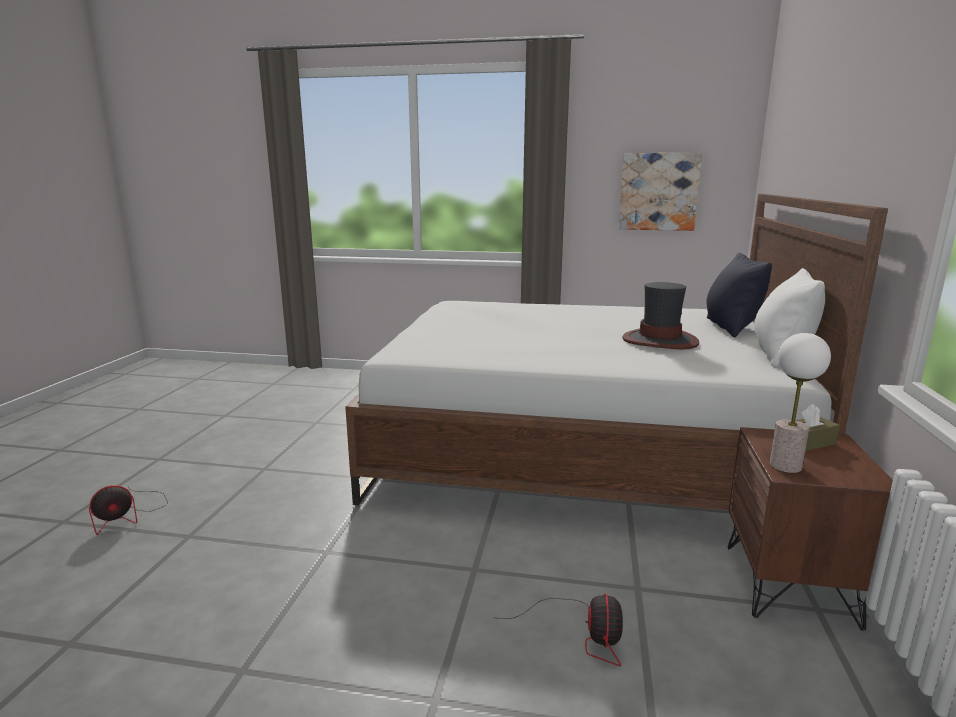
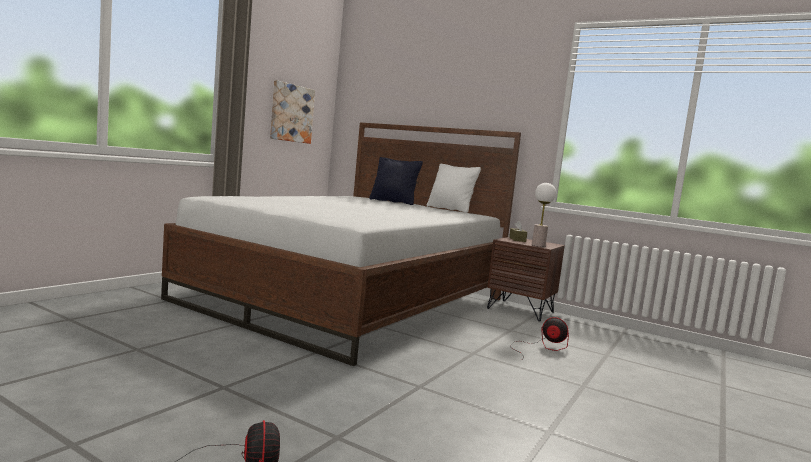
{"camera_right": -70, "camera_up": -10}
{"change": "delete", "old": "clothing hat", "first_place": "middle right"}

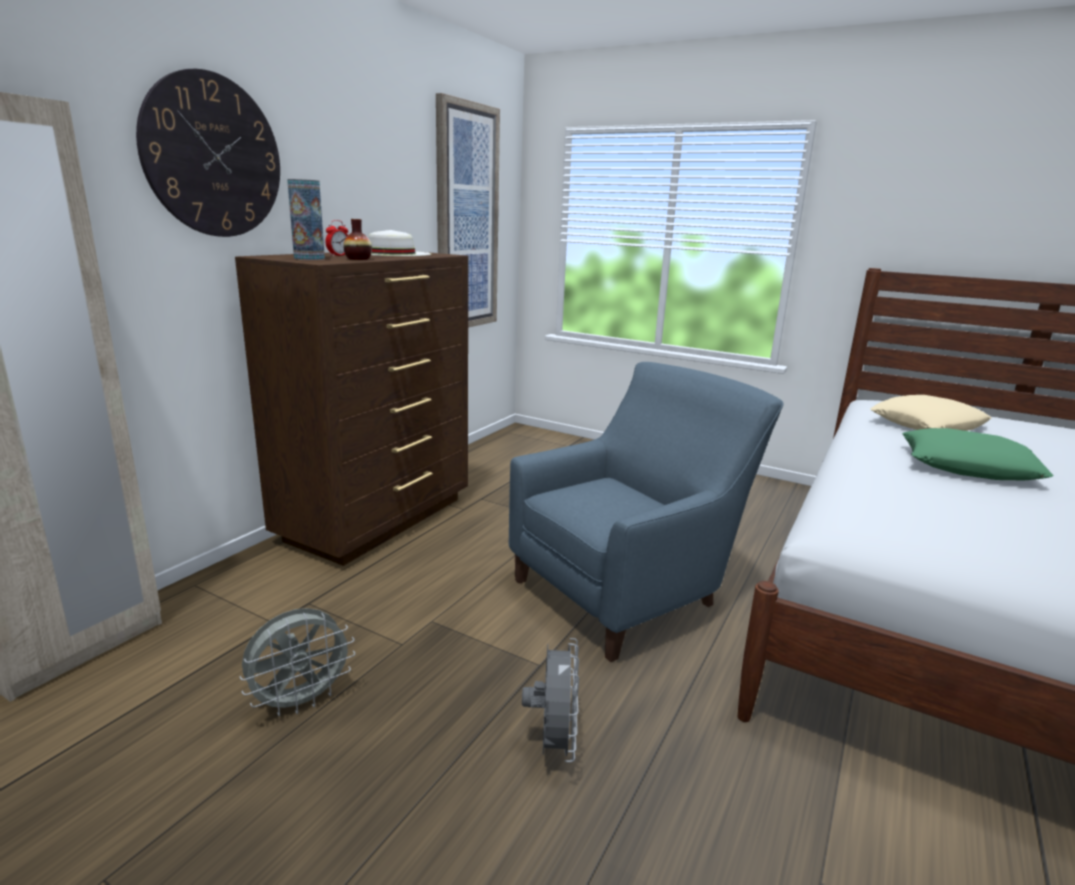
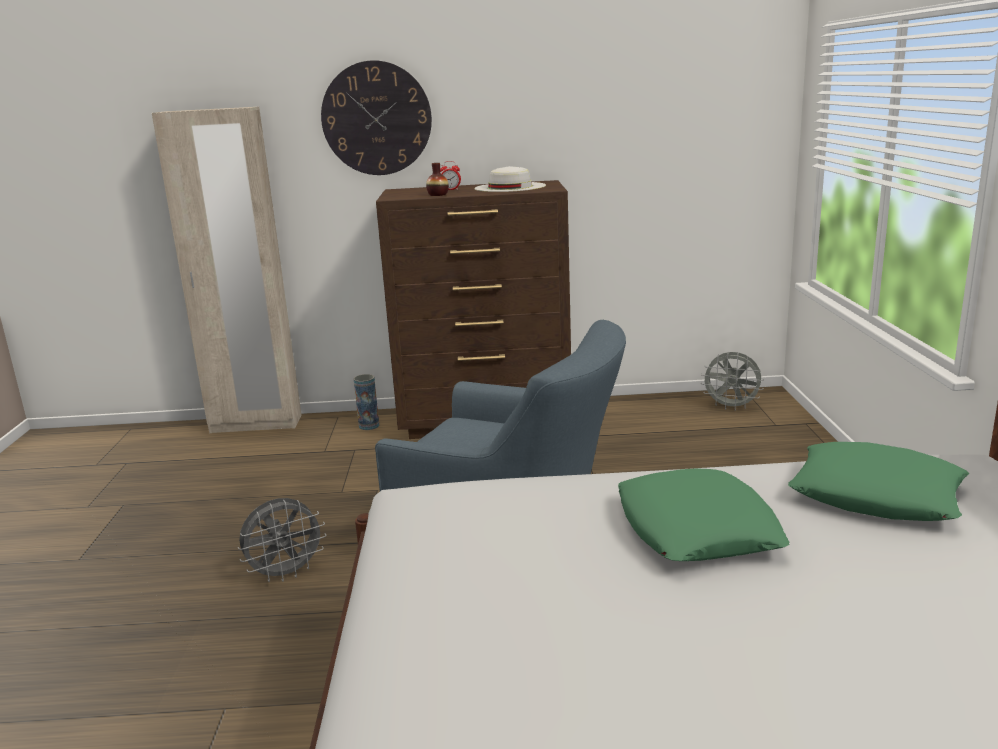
{"camera_right": 60, "camera_up": 0}
{"change": "move", "old": "vase (1st from left)", "first_place": "top left", "second_place": "centre"}
{"change": "move", "old": "greyish fan (1st from left in the first image)", "new": "greyish fan (2nd from left)", "first_place": "bottom left", "second_place": "middle right"}
{"change": "recolor", "old": "beige-coloured pillow", "new": "green-coloured pillow (2nd from left)", "first_place": "middle right", "second_place": "middle right"}
{"change": "delete", "old": "picture", "first_place": "top centre"}

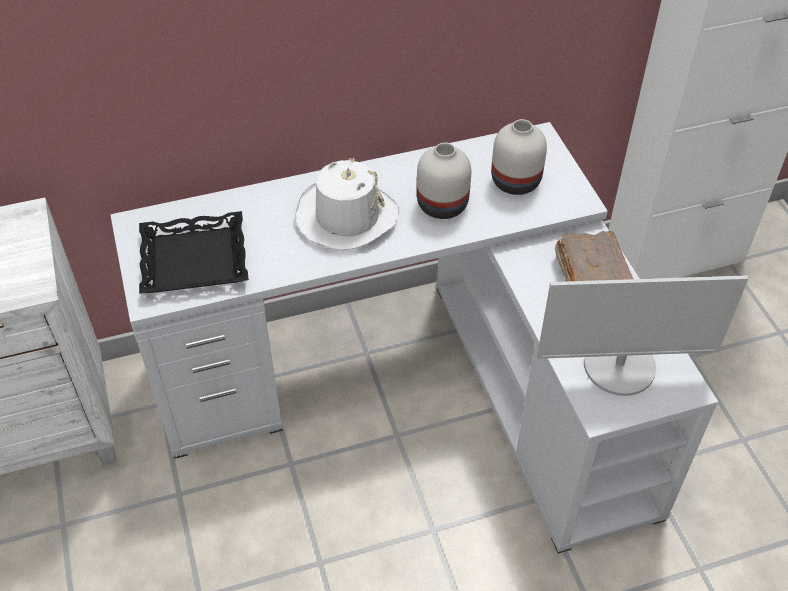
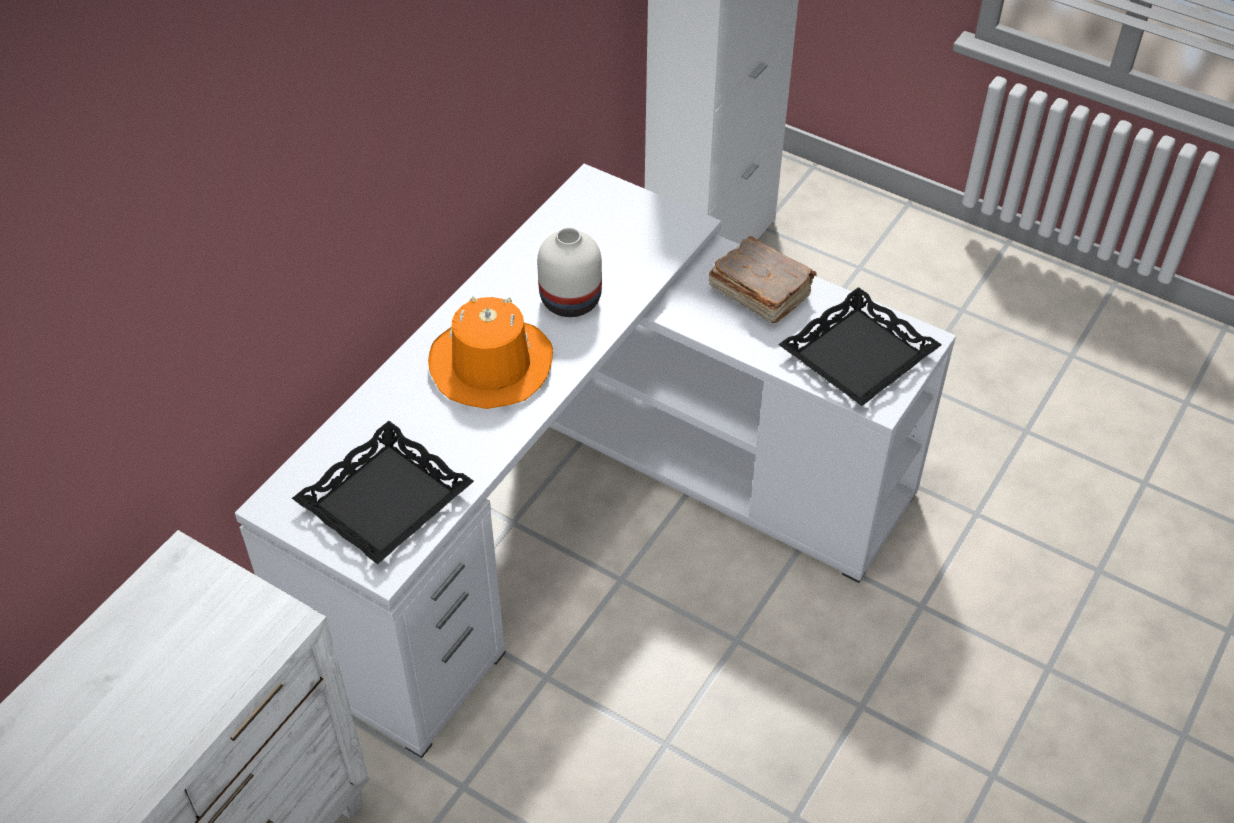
{"camera_right": -40, "camera_up": 0}
{"change": "recolor", "old": "whitish clothing hat", "new": "orange clothing hat", "first_place": "centre", "second_place": "centre"}
{"change": "replace", "old": "monitor", "new": "black carrying tray (2nd from left)", "first_place": "middle right", "second_place": "middle right"}
{"change": "delete", "old": "whitish vase (2nd from left)", "first_place": "top centre"}

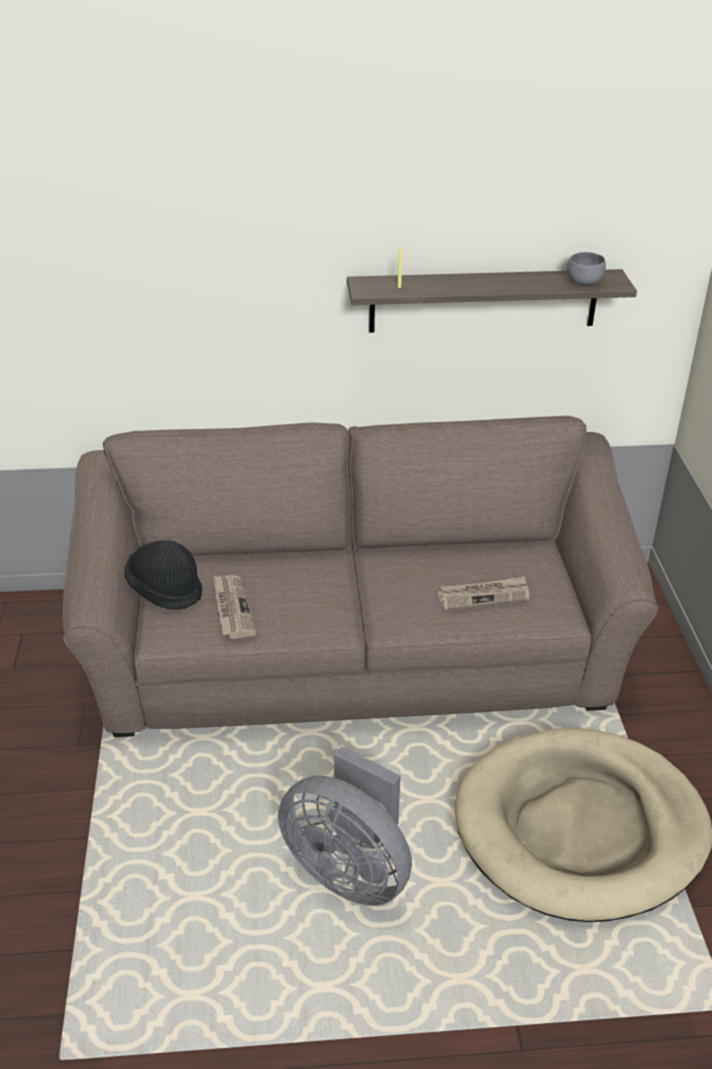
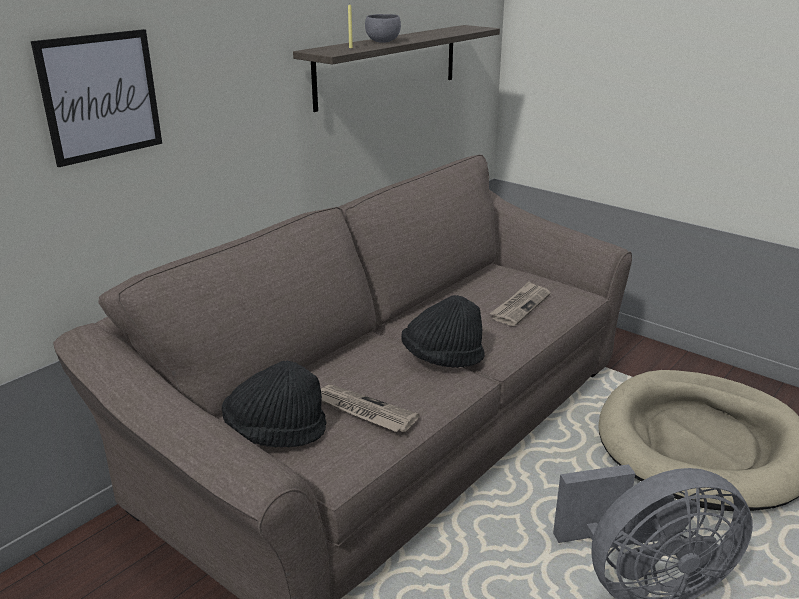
{"camera_right": -45, "camera_up": -10}
{"change": "insert", "new": "picture", "second_place": "top left"}
{"change": "move", "old": "greyish serving bowl", "first_place": "top right", "second_place": "top centre"}
{"change": "insert", "new": "black clothing hat (2nd from left)", "second_place": "centre"}

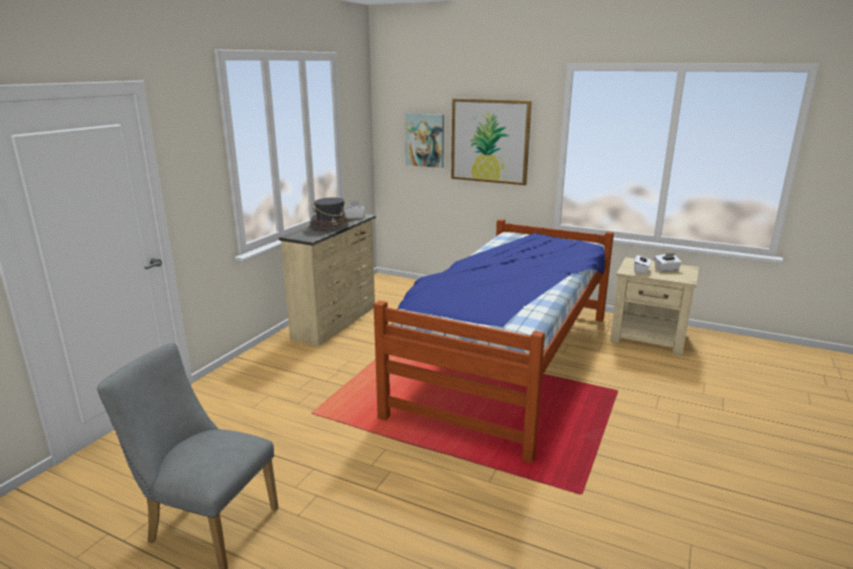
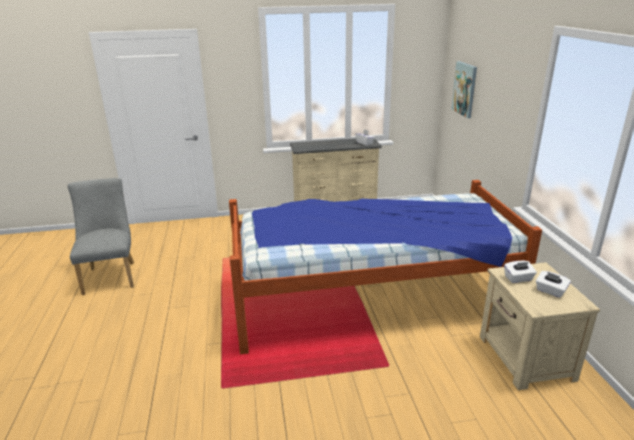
{"camera_right": 55, "camera_up": 5}
{"change": "delete", "old": "greyish clothing hat", "first_place": "centre"}
{"change": "delete", "old": "picture (2nd from left)", "first_place": "top centre"}

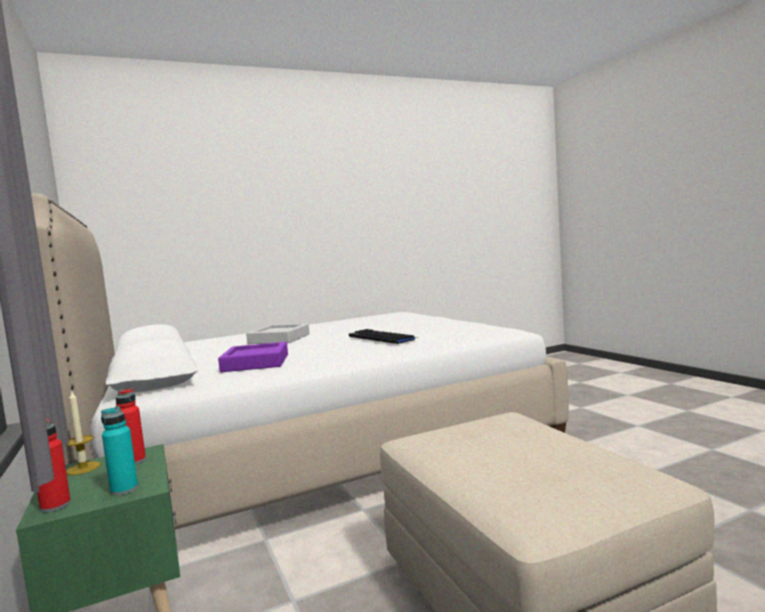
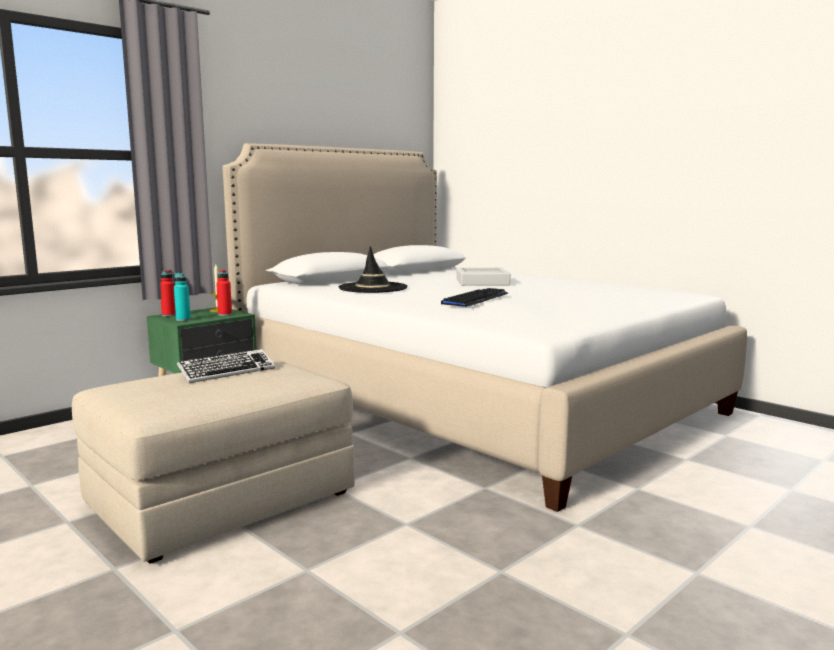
{"camera_right": 70, "camera_up": 5}
{"change": "insert", "new": "computer keyboard (1st from left)", "second_place": "middle left"}
{"change": "replace", "old": "purplish carrying tray", "new": "black clothing hat", "first_place": "middle left", "second_place": "centre"}

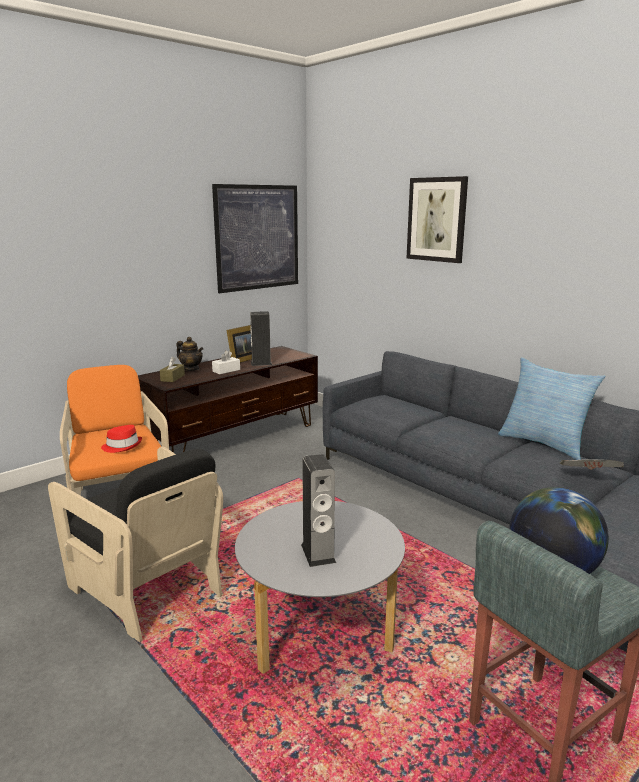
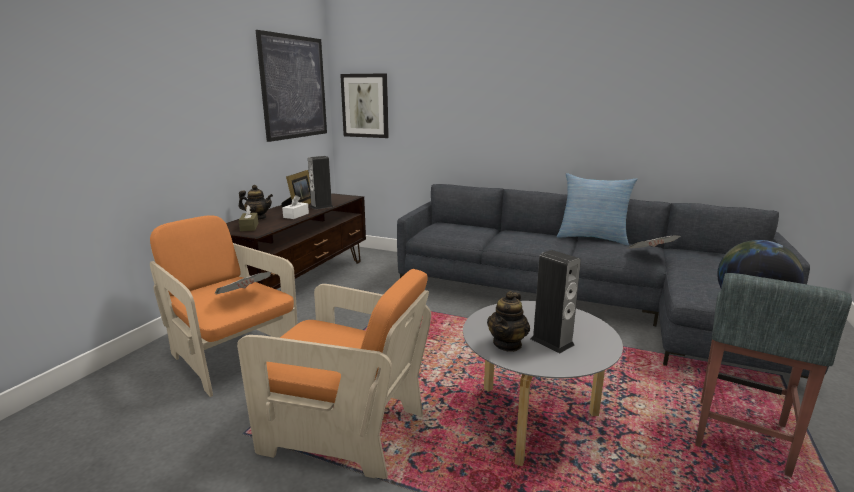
{"camera_right": -25, "camera_up": 0}
{"change": "replace", "old": "red-coloured clothing hat", "new": "newspaper (1st from left)", "first_place": "middle left", "second_place": "middle left"}
{"change": "recolor", "old": "black lounge chair", "new": "orange lounge chair (2nd from left)", "first_place": "bottom left", "second_place": "bottom centre"}
{"change": "move", "old": "picture (2nd from left)", "first_place": "top right", "second_place": "top centre"}
{"change": "insert", "new": "teapot (2nd from left)", "second_place": "centre"}

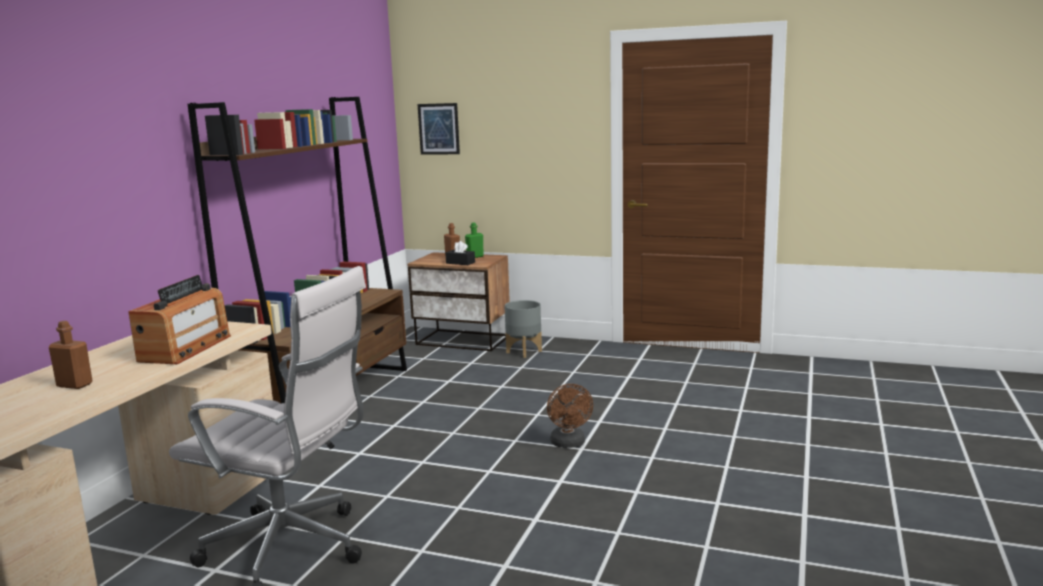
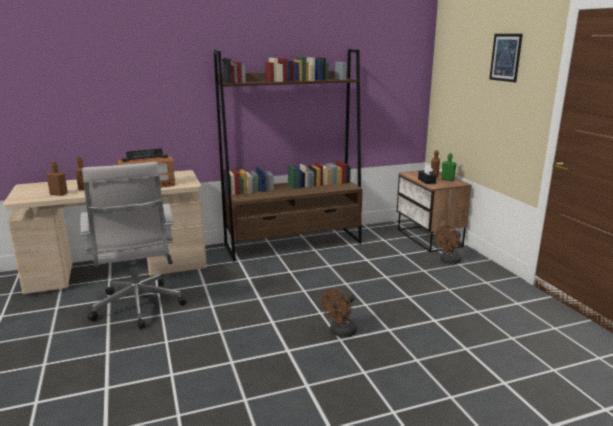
{"camera_right": 50, "camera_up": 5}
{"change": "insert", "new": "brown-coloured beverage bottle (1st from left)", "second_place": "middle left"}
{"change": "replace", "old": "greyish plant pot", "new": "brown-coloured fan (2nd from left)", "first_place": "centre", "second_place": "middle right"}
{"change": "move", "old": "picture", "first_place": "top centre", "second_place": "top right"}

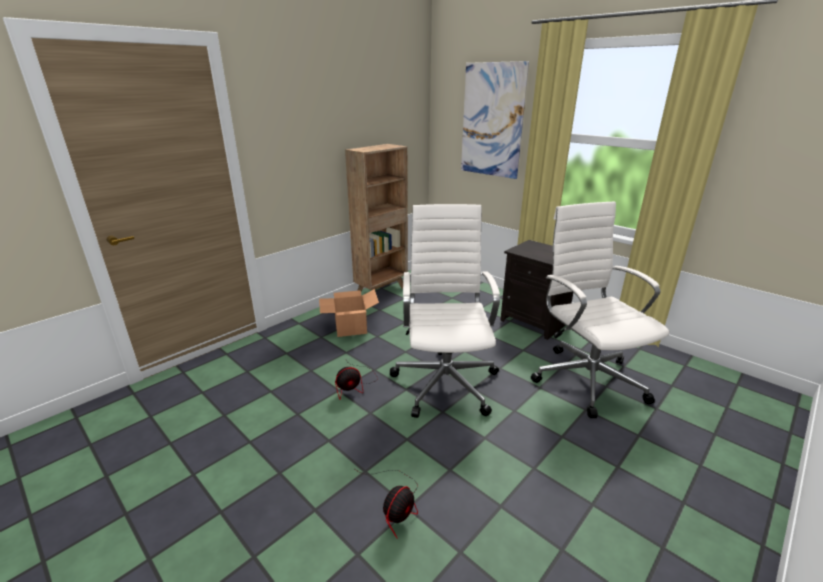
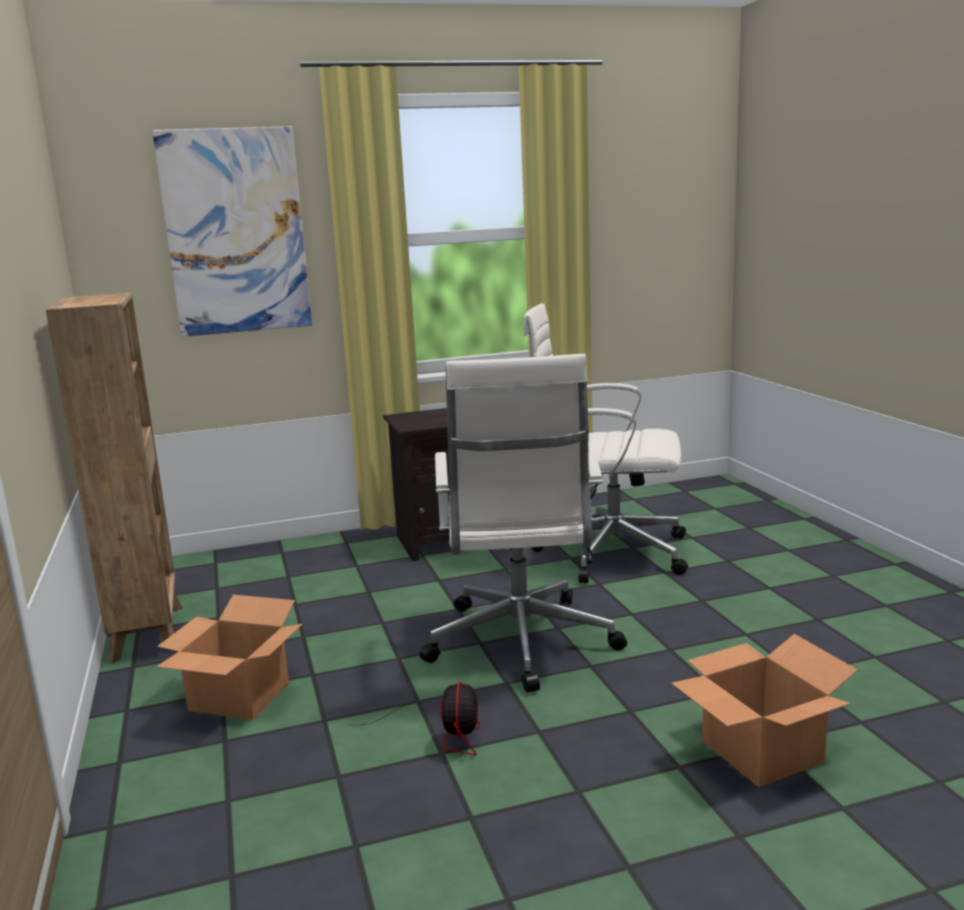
{"camera_right": -60, "camera_up": -10}
{"change": "rotate", "old": "whitish office chair (1st from left)", "first_place": "centre", "second_place": "centre", "degrees": -120}
{"change": "replace", "old": "fan (2nd from left)", "new": "carton (2nd from left)", "first_place": "bottom centre", "second_place": "bottom right"}

